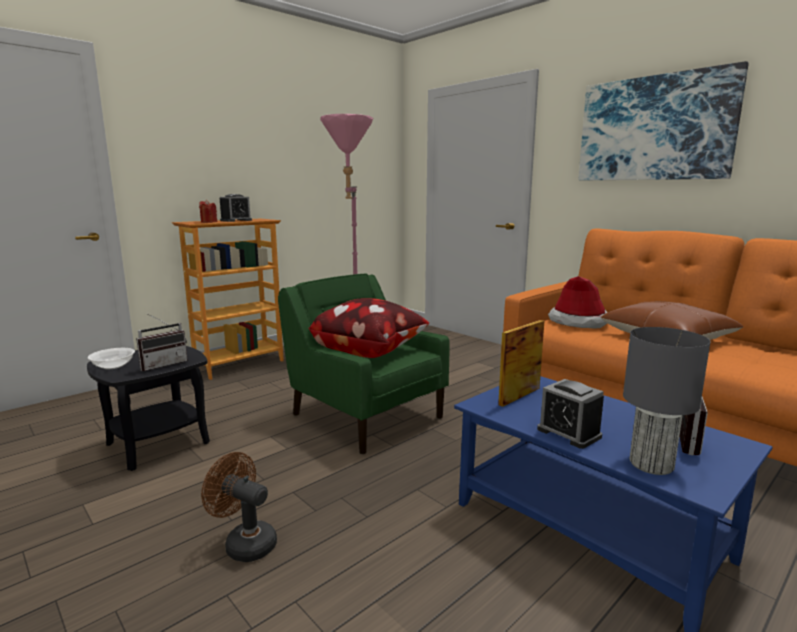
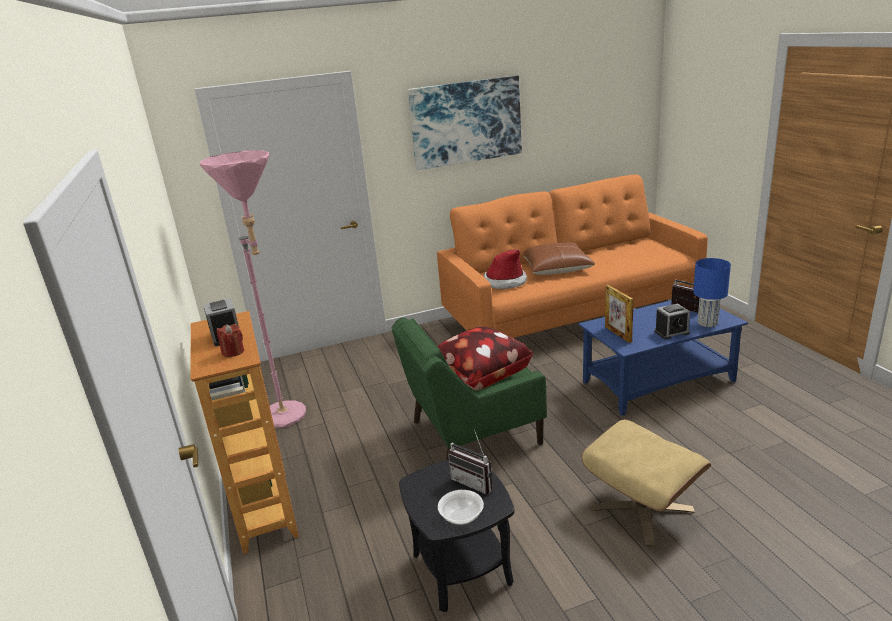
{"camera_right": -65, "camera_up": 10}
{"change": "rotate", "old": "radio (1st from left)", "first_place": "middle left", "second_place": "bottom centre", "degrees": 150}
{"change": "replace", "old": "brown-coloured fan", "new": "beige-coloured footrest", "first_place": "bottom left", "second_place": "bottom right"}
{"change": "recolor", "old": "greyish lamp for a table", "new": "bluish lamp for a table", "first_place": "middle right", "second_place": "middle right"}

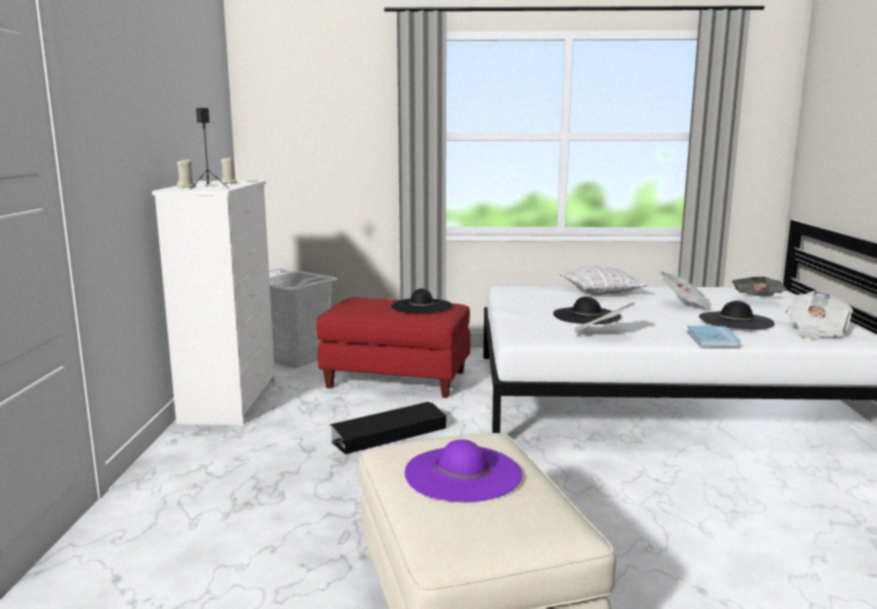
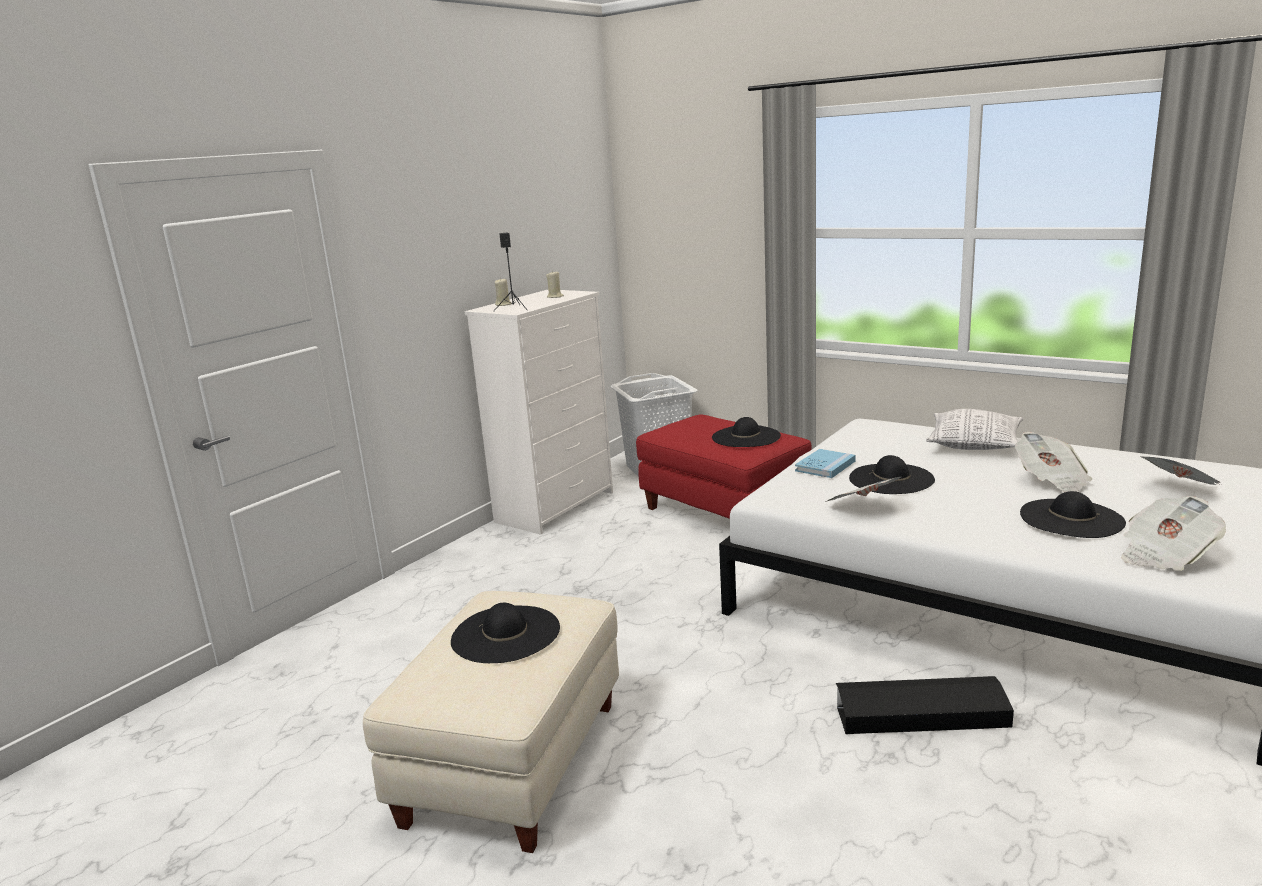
{"camera_right": 35, "camera_up": 5}
{"change": "recolor", "old": "purplish clothing hat", "new": "black clothing hat (1st from left)", "first_place": "bottom centre", "second_place": "bottom centre"}
{"change": "move", "old": "bluish volume", "first_place": "middle right", "second_place": "centre"}
{"change": "move", "old": "black storage box", "first_place": "bottom centre", "second_place": "bottom right"}

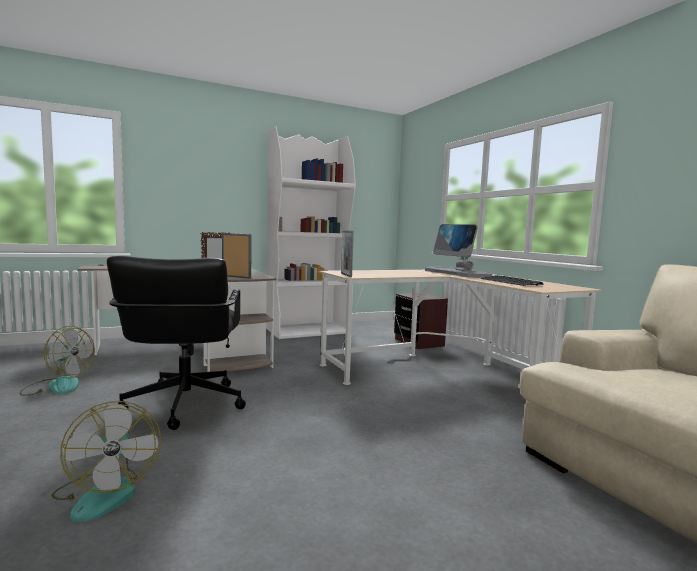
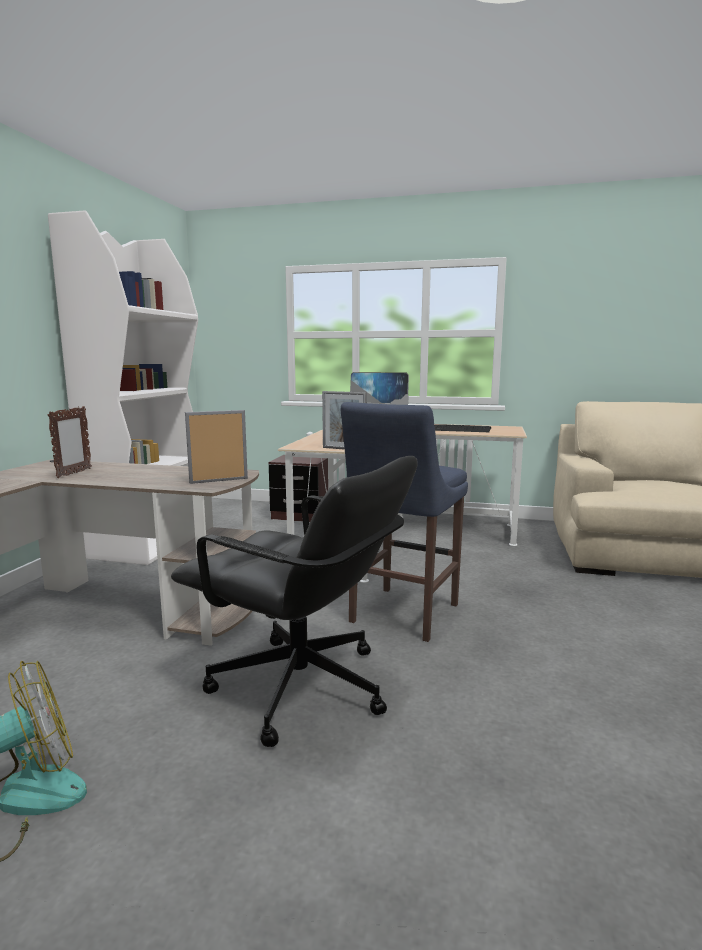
{"camera_right": -50, "camera_up": 5}
{"change": "insert", "new": "bluish sitting stool", "second_place": "centre"}
{"change": "delete", "old": "fan (2nd from left)", "first_place": "bottom left"}

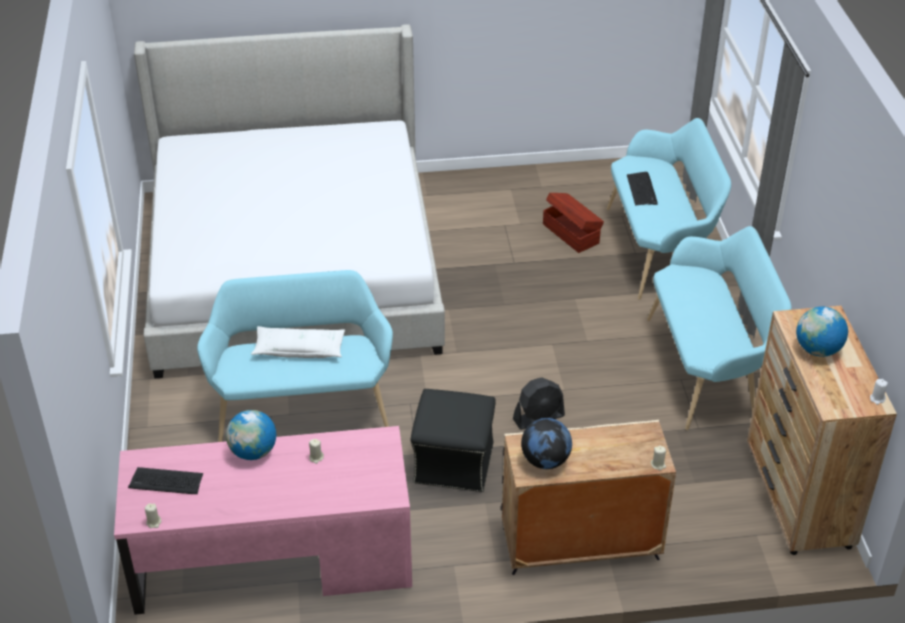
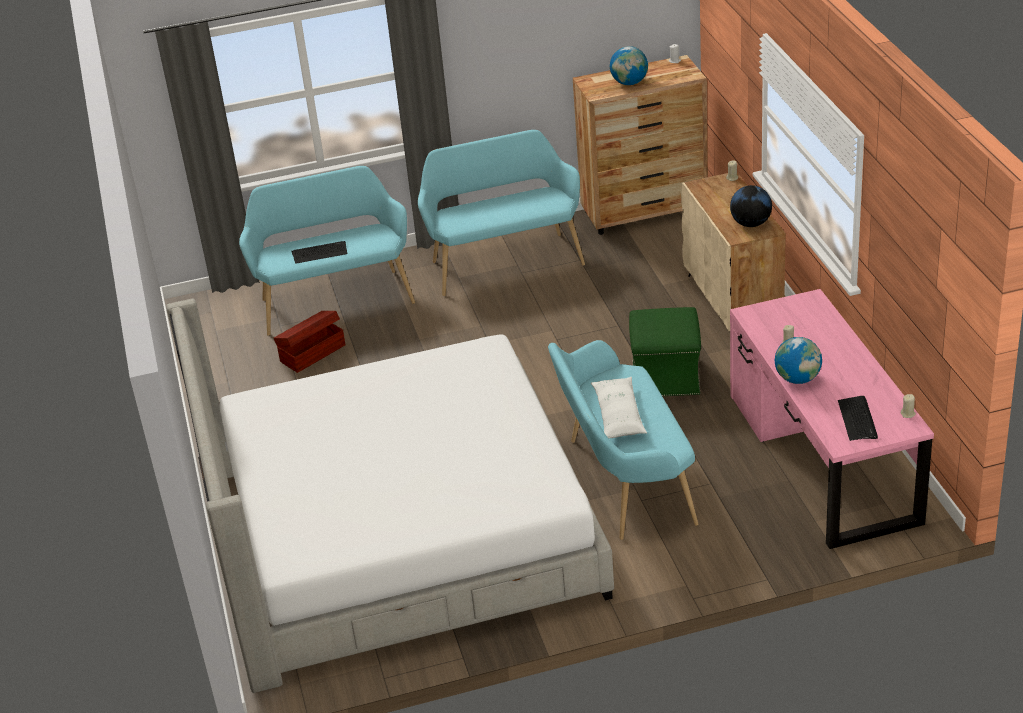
{"camera_right": -95, "camera_up": -5}
{"change": "recolor", "old": "black footrest", "new": "green-coloured footrest", "first_place": "bottom centre", "second_place": "centre"}
{"change": "delete", "old": "black fan", "first_place": "centre"}

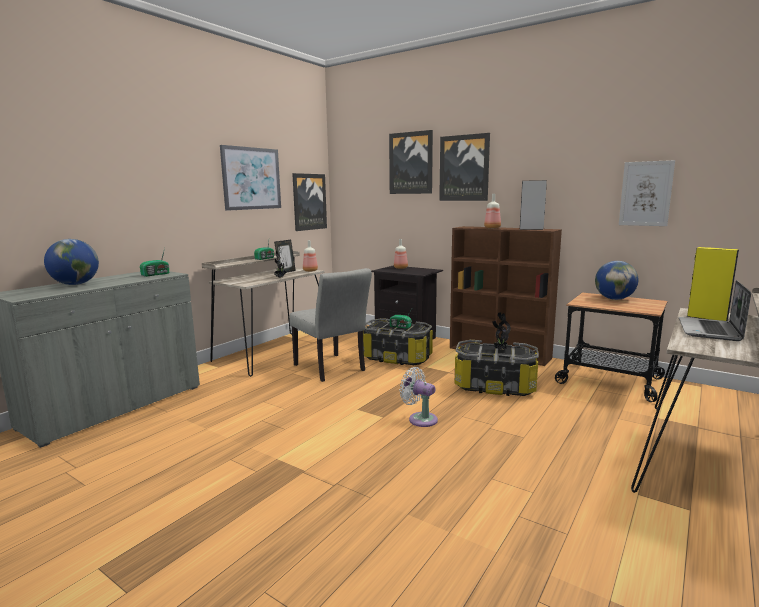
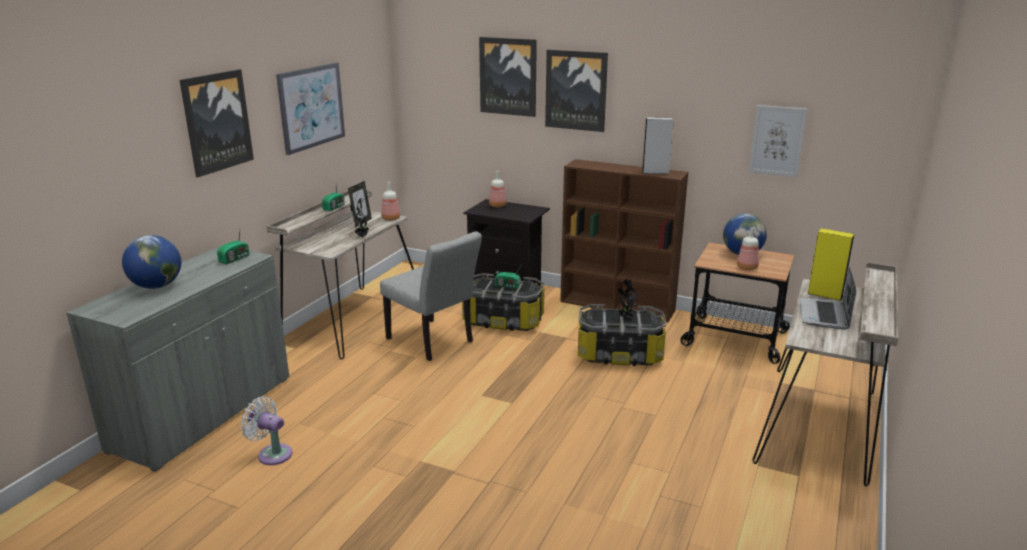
{"camera_right": -10, "camera_up": 10}
{"change": "move", "old": "picture (2nd from left in the first image)", "new": "picture (1st from left)", "first_place": "top centre", "second_place": "top left"}
{"change": "move", "old": "whitish fan", "first_place": "centre", "second_place": "bottom left"}
{"change": "move", "old": "beverage bottle (3rd from left)", "first_place": "centre", "second_place": "middle right"}

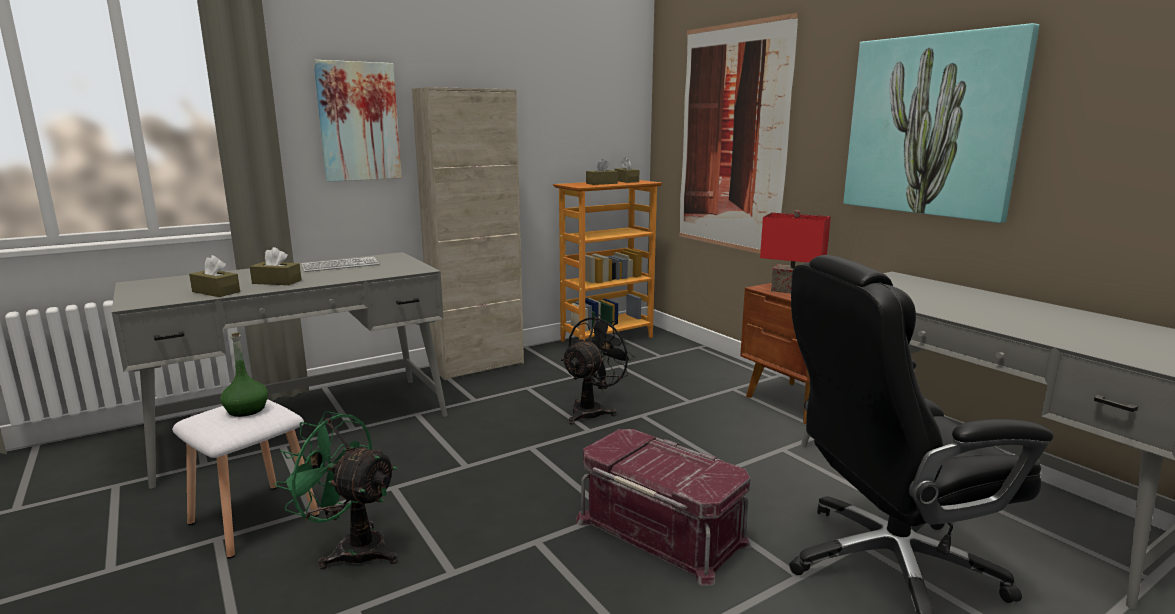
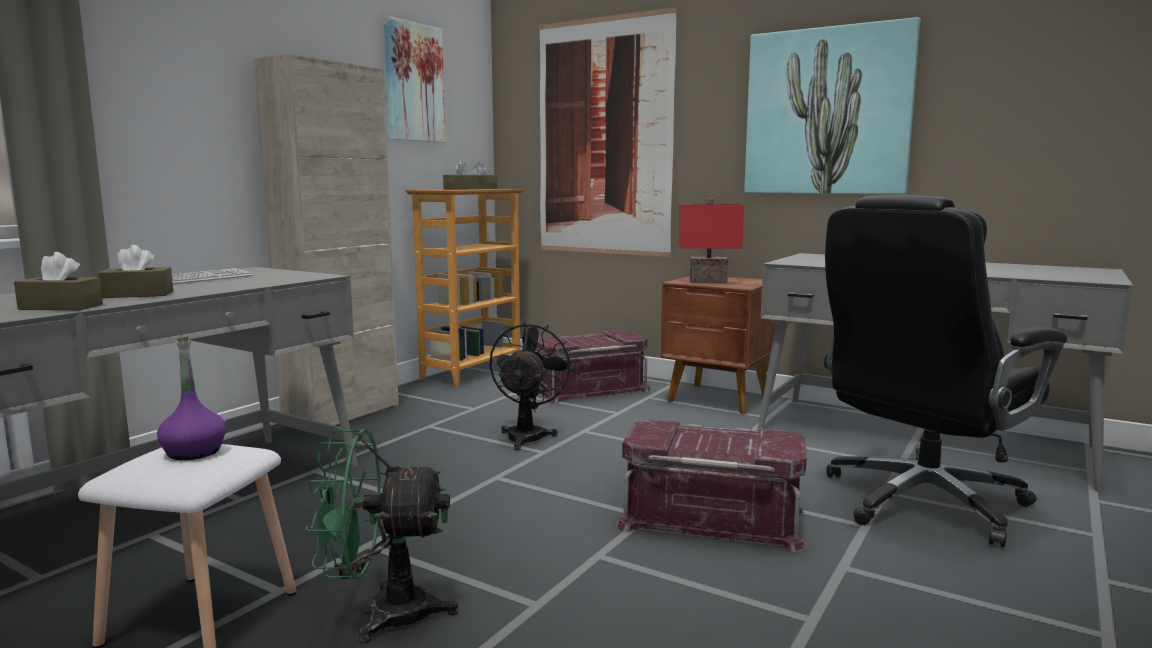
{"camera_right": -25, "camera_up": -5}
{"change": "recolor", "old": "green-coloured beverage bottle", "new": "purplish beverage bottle", "first_place": "middle left", "second_place": "middle left"}
{"change": "move", "old": "picture (1st from left)", "first_place": "top left", "second_place": "top centre"}
{"change": "insert", "new": "red-coloured storage box (1st from left)", "second_place": "centre"}

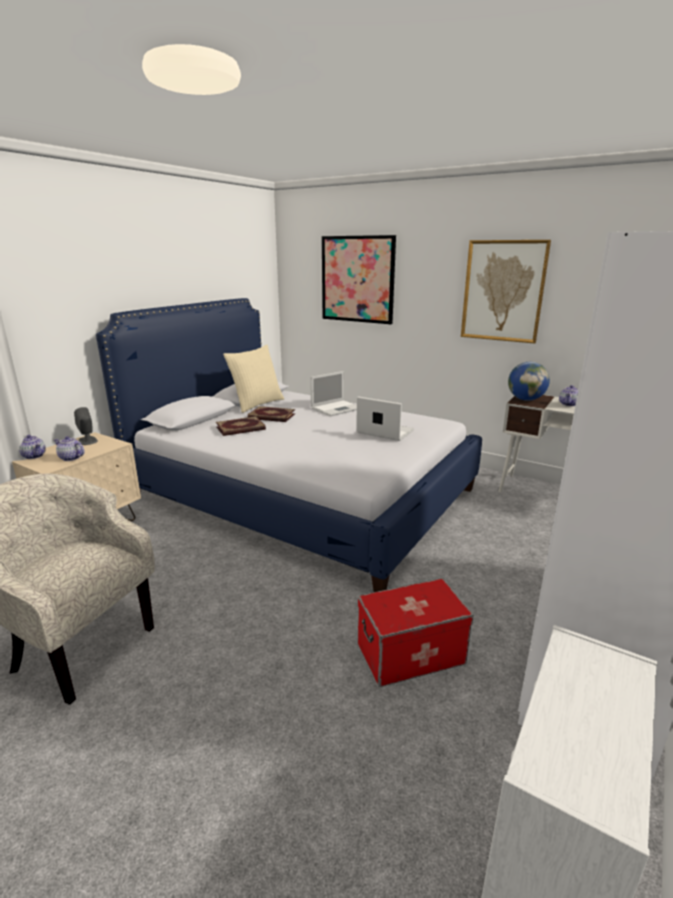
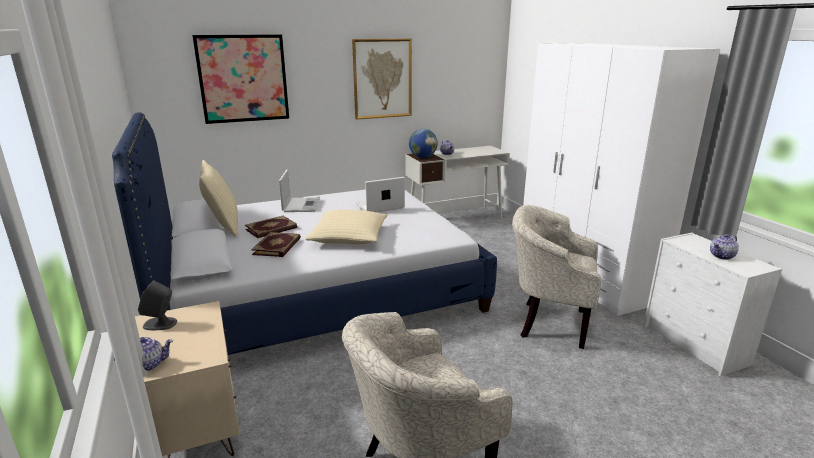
{"camera_right": -55, "camera_up": 0}
{"change": "insert", "new": "beige-coloured pillow (2nd from left)", "second_place": "centre"}
{"change": "replace", "old": "storage box", "new": "beige-coloured lounge chair (2nd from left)", "first_place": "bottom centre", "second_place": "middle right"}
{"change": "move", "old": "teapot (2nd from left in the first image)", "new": "teapot (3rd from left)", "first_place": "middle left", "second_place": "middle right"}

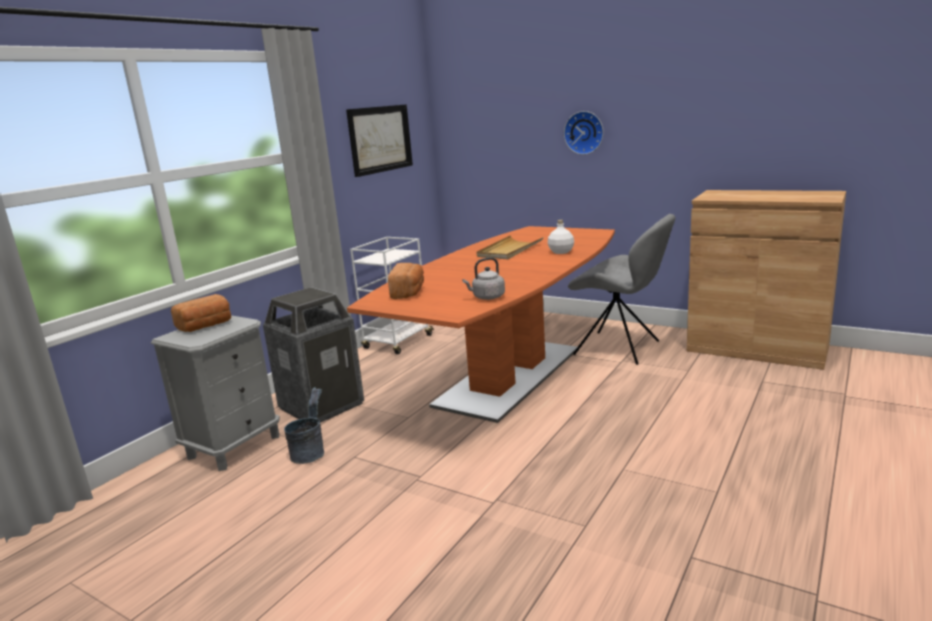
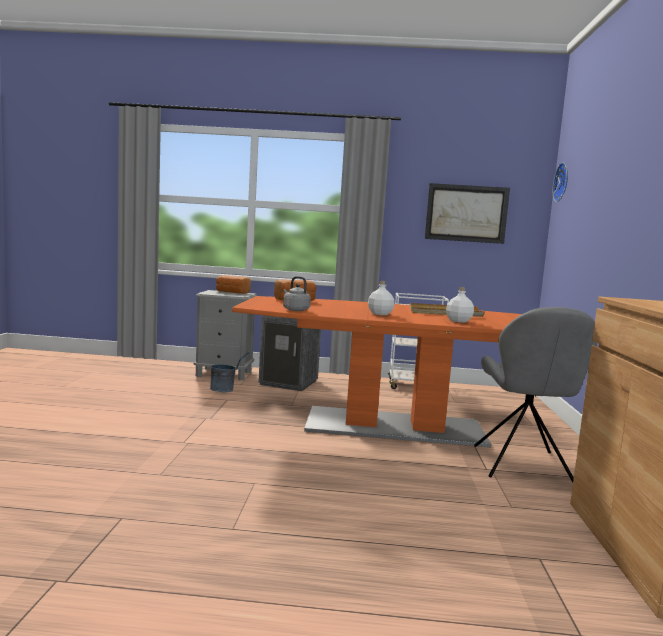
{"camera_right": 60, "camera_up": -10}
{"change": "insert", "new": "whitish beverage bottle (1st from left)", "second_place": "centre"}
{"change": "move", "old": "wall clock", "first_place": "top centre", "second_place": "top right"}

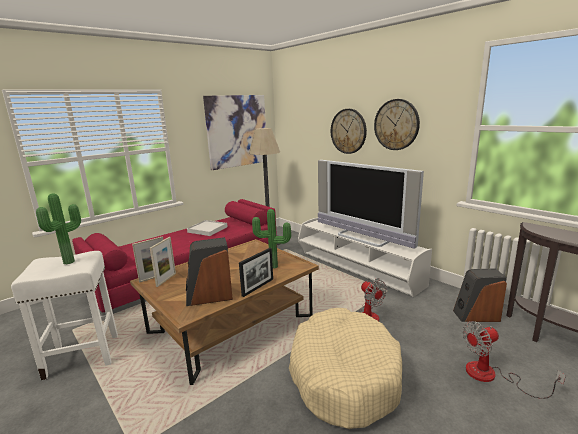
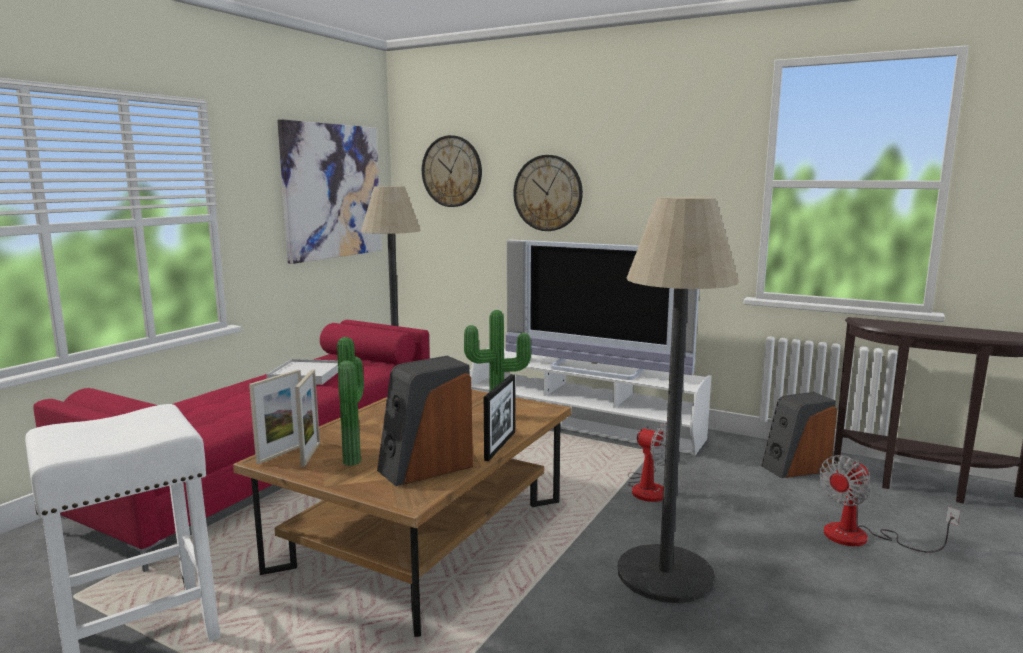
{"camera_right": -20, "camera_up": -5}
{"change": "move", "old": "plant in a pot (1st from left)", "first_place": "middle left", "second_place": "centre"}
{"change": "move", "old": "wall clock (2nd from left in the first image)", "new": "wall clock (1st from left)", "first_place": "top right", "second_place": "top centre"}
{"change": "replace", "old": "beige-coloured dog cushion", "new": "standing lamp (2nd from left)", "first_place": "bottom centre", "second_place": "centre"}

